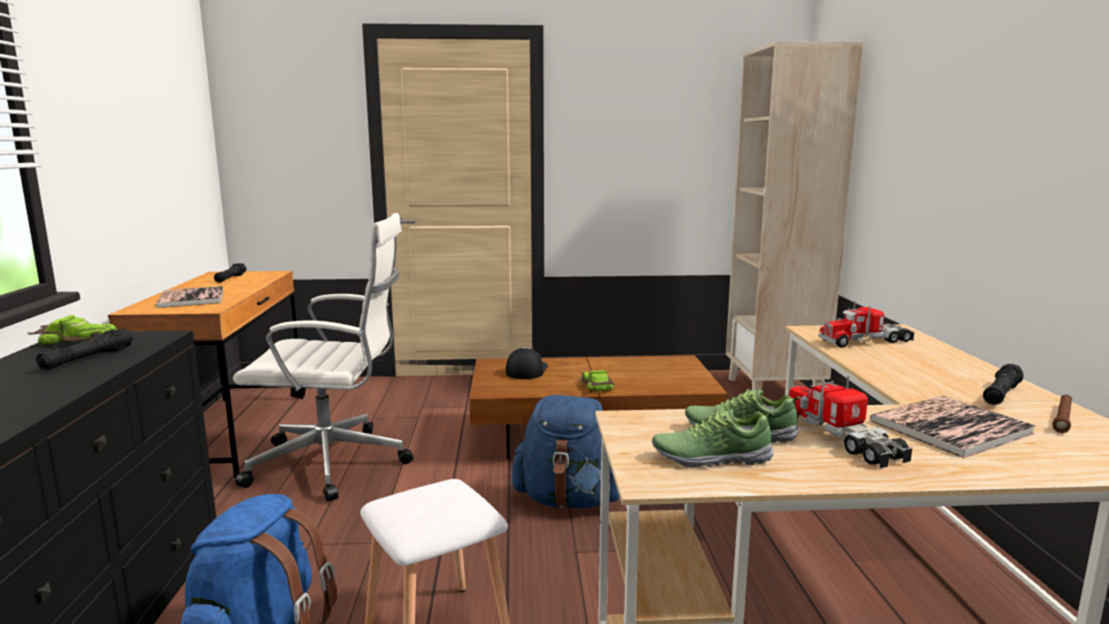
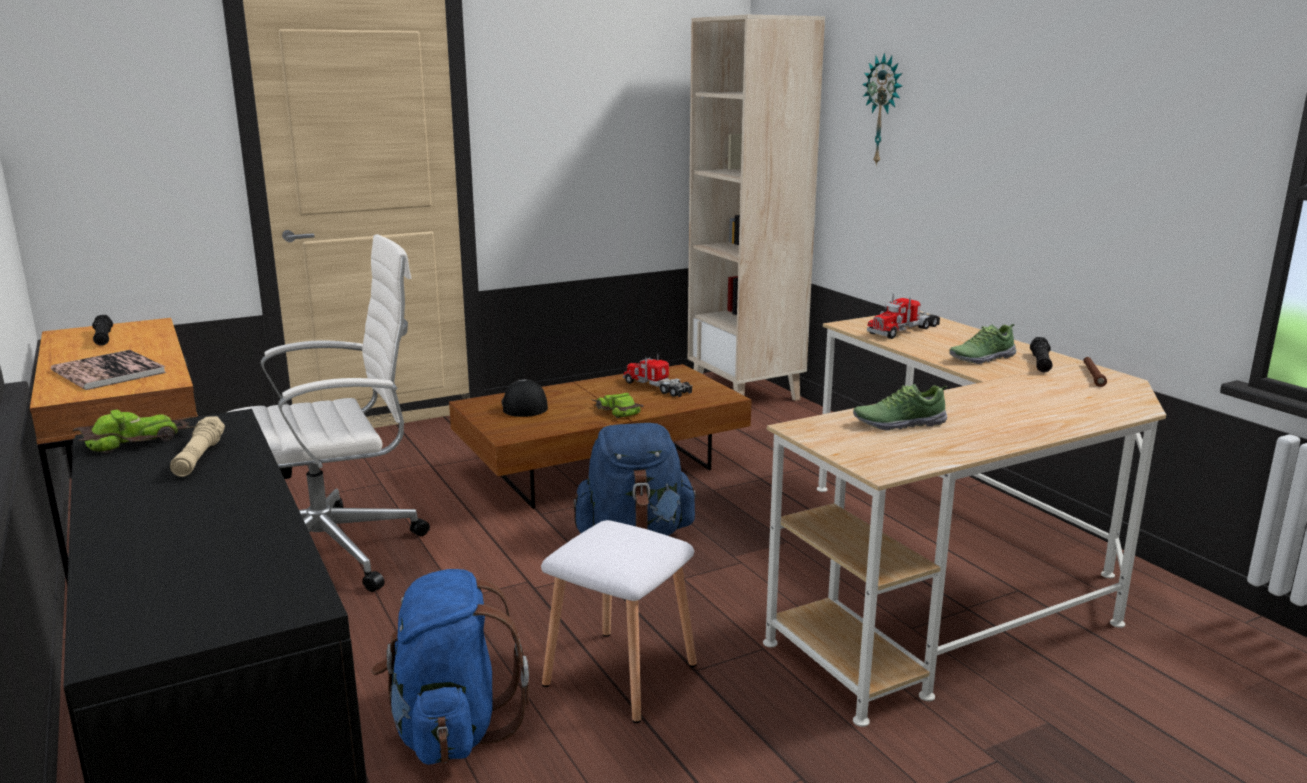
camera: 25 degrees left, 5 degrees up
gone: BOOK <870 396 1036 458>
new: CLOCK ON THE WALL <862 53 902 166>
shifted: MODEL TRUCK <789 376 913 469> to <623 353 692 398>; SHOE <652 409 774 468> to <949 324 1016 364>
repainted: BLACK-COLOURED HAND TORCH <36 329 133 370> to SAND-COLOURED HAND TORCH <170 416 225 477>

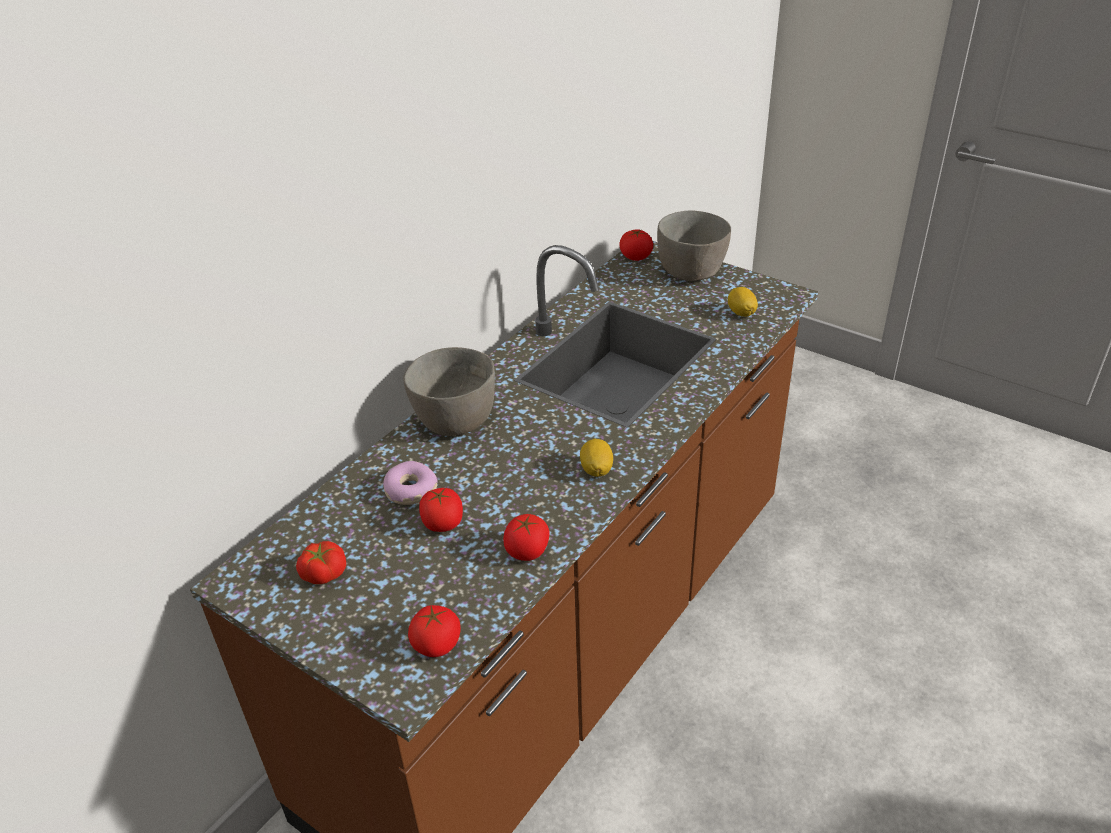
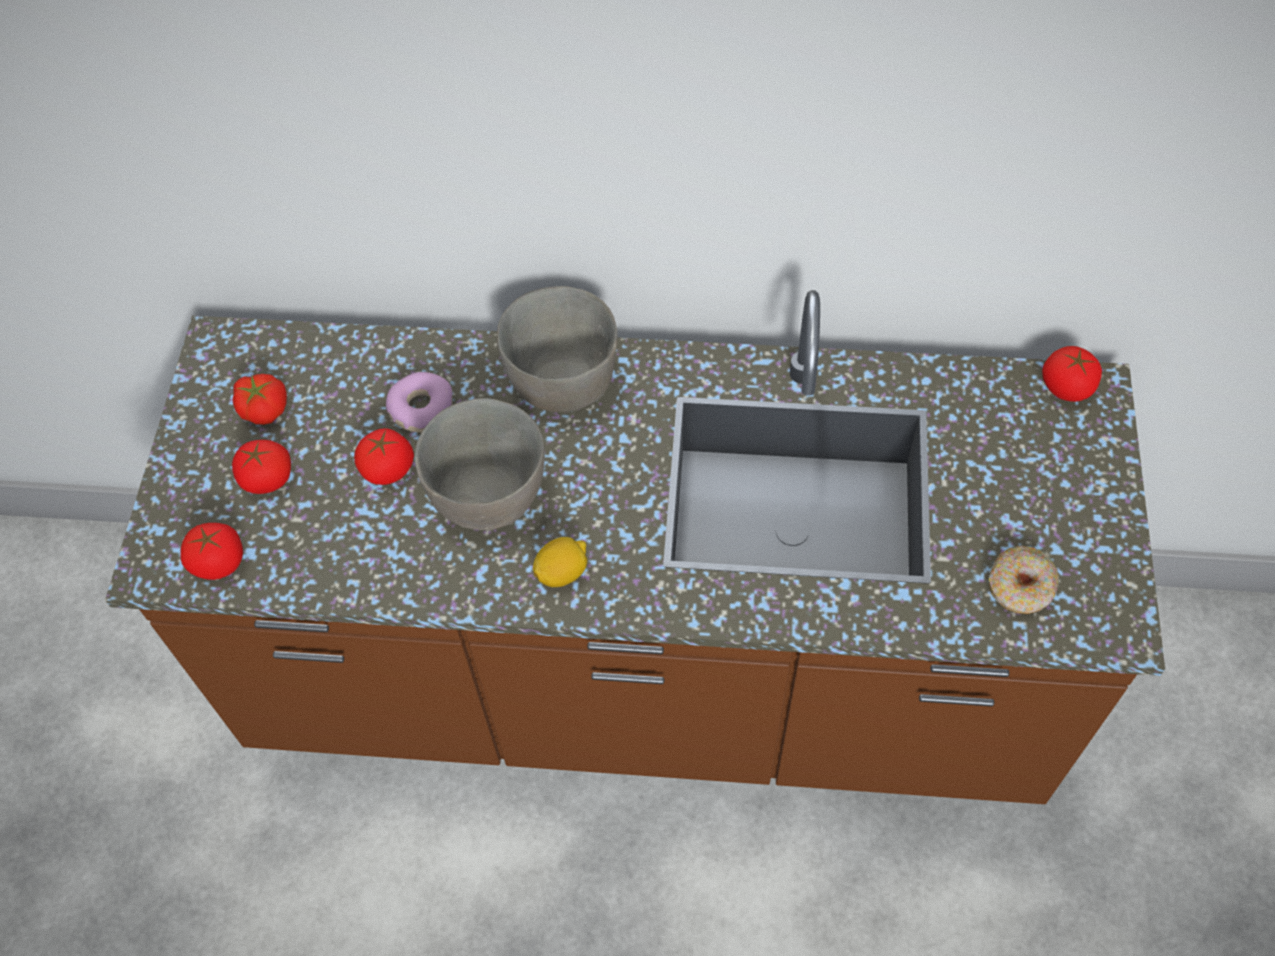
camera: 60 degrees right, 20 degrees up
shifted: FRESH TOMATO <503 514 550 561> to <232 440 291 494>; GREY SERVING BOWL <657 211 731 281> to <415 398 545 530>
swapped: LEMON <728 287 758 317> to DONUT <989 546 1059 614>

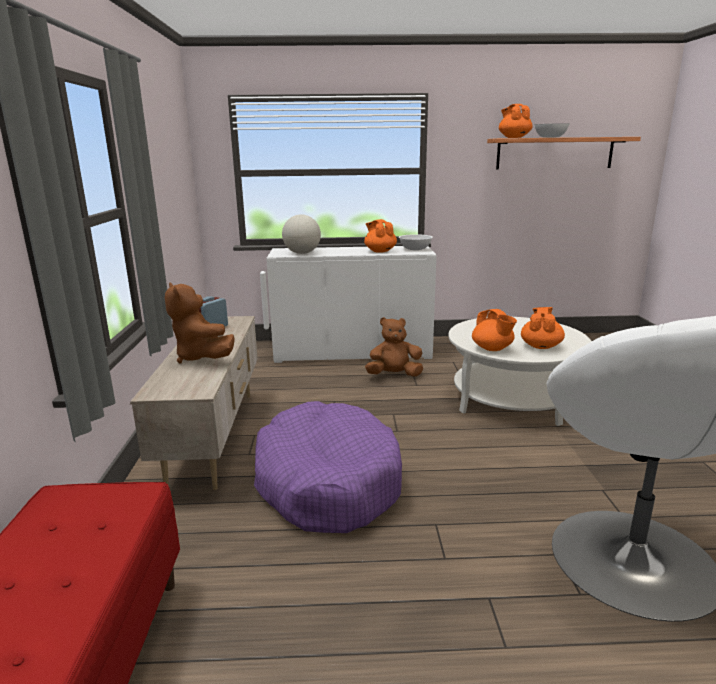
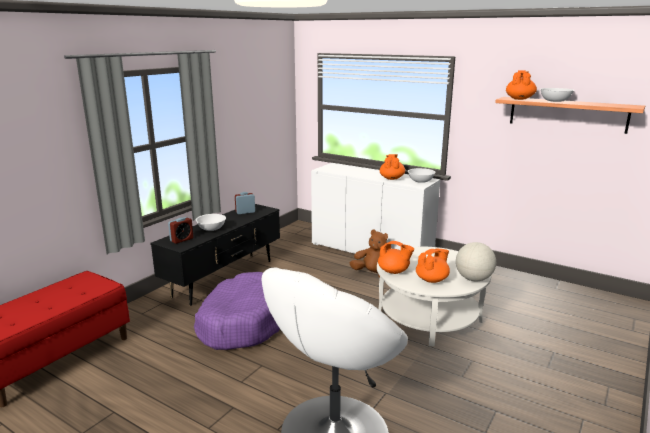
camera: 35 degrees right, 0 degrees up
new: ALARM CLOCK <168 217 193 244>
shifted: WORLD GLOBE <282 214 321 254> to <456 242 496 281>
swapped: BROWN-COLOURED SOFT TOY <165 282 235 363> to WHITE-COLOURED SERVING BOWL <196 214 226 231>
repainted: SAND-COLOURED TV STAND <130 316 258 490> to BLACK-COLOURED TV STAND <150 204 280 306>
rotated: ORANGE TEA POT <472 309 517 351> = <378 241 414 274> 75 degrees counterclockwise

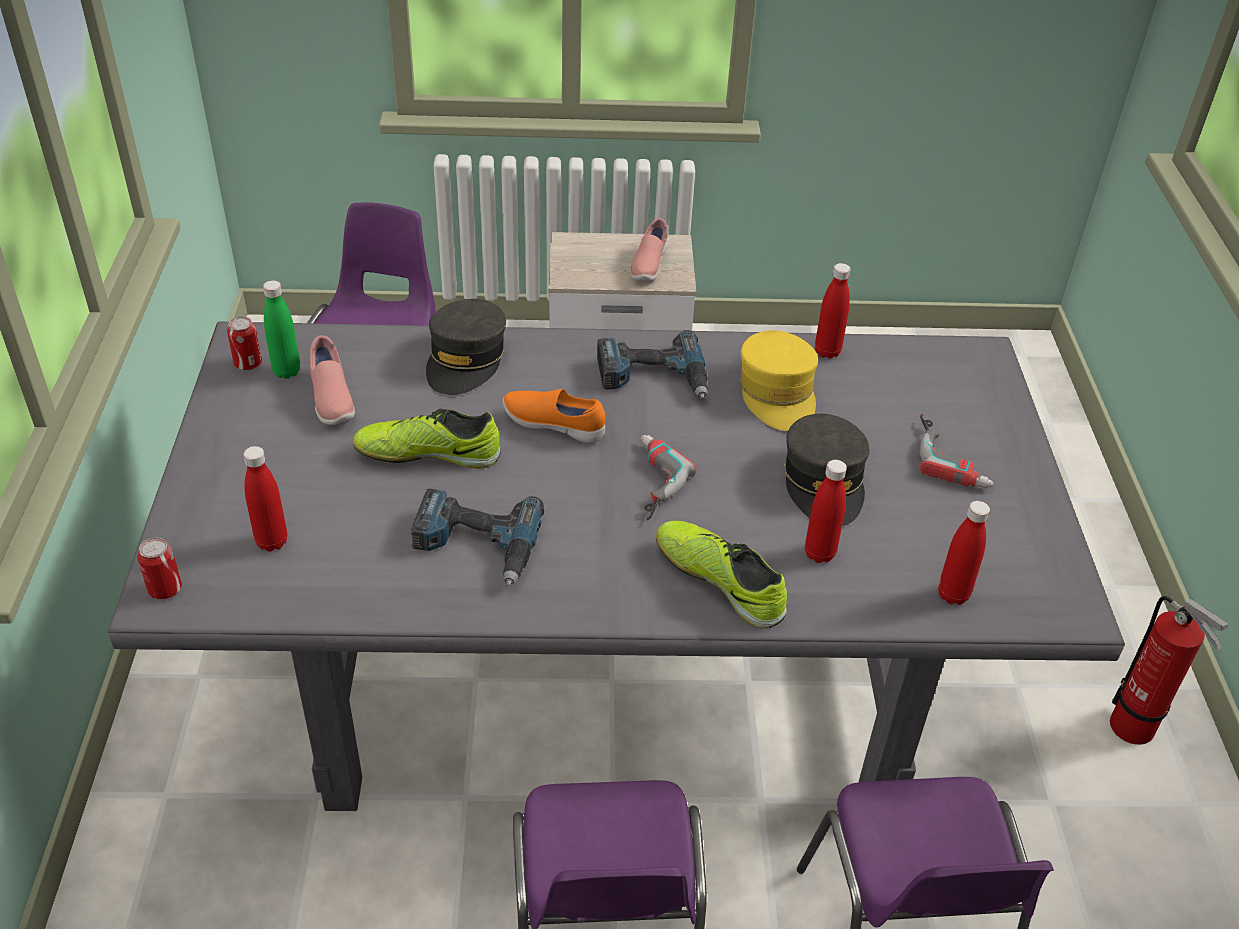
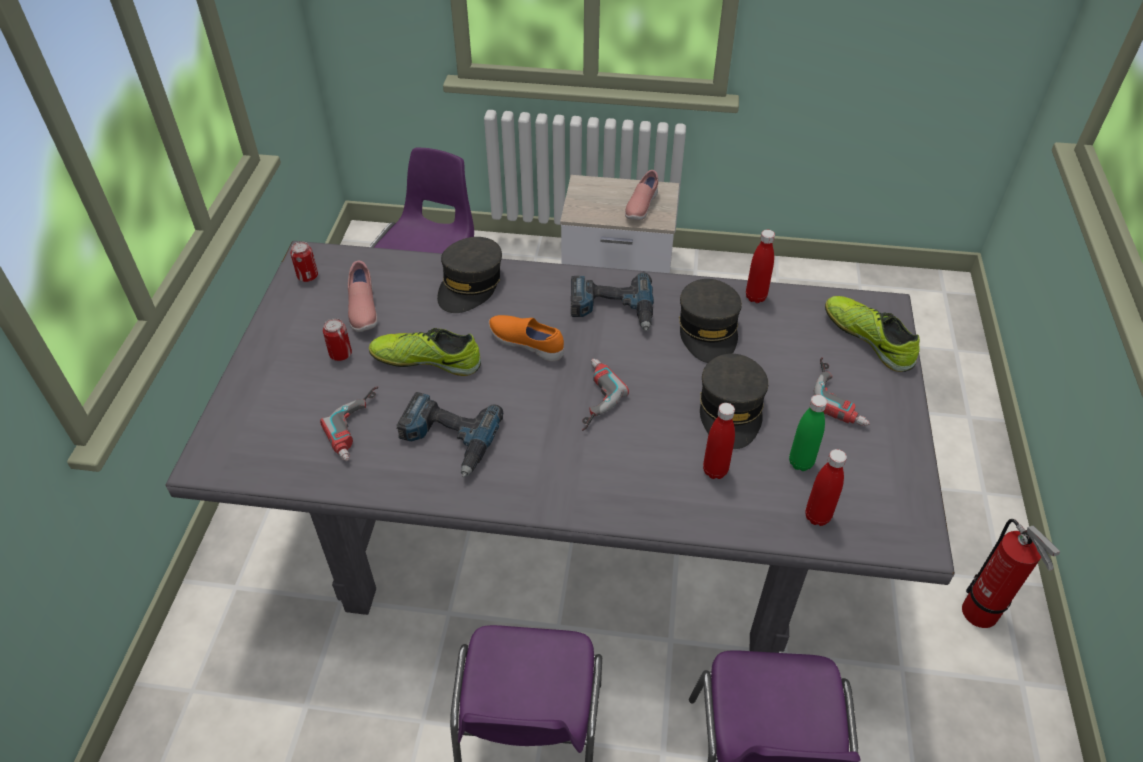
camera: 10 degrees right, 5 degrees up
gone: REDDISH BOTTLE <243 446 287 552>
new: POWER DRILL <320 387 378 461>
shifted: CAN <137 538 182 599> to <323 318 352 361>; GREEN BOTTLE <263 280 300 379> to <789 395 827 471>; SHOE <656 521 787 628> to <825 296 920 372>
repainted: YELLOW BASEBALL CAP <739 330 818 431> to GREY BASEBALL CAP <679 279 742 363>

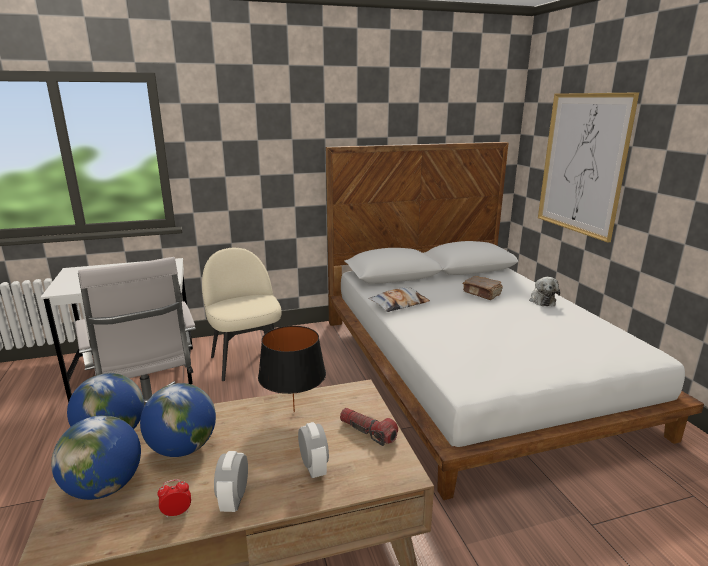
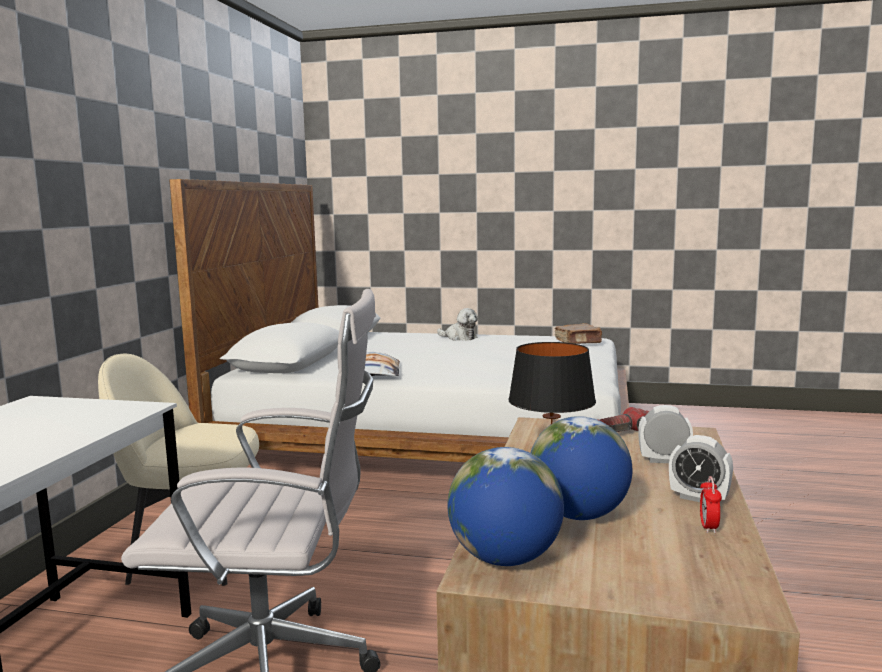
camera: 60 degrees left, 10 degrees down
gone: WORLD GLOBE <51 415 141 500>; WALL PICTURE <538 92 639 243>
shifted: BROWN-COLOURED BOOK <463 276 503 300> to <555 323 603 344>

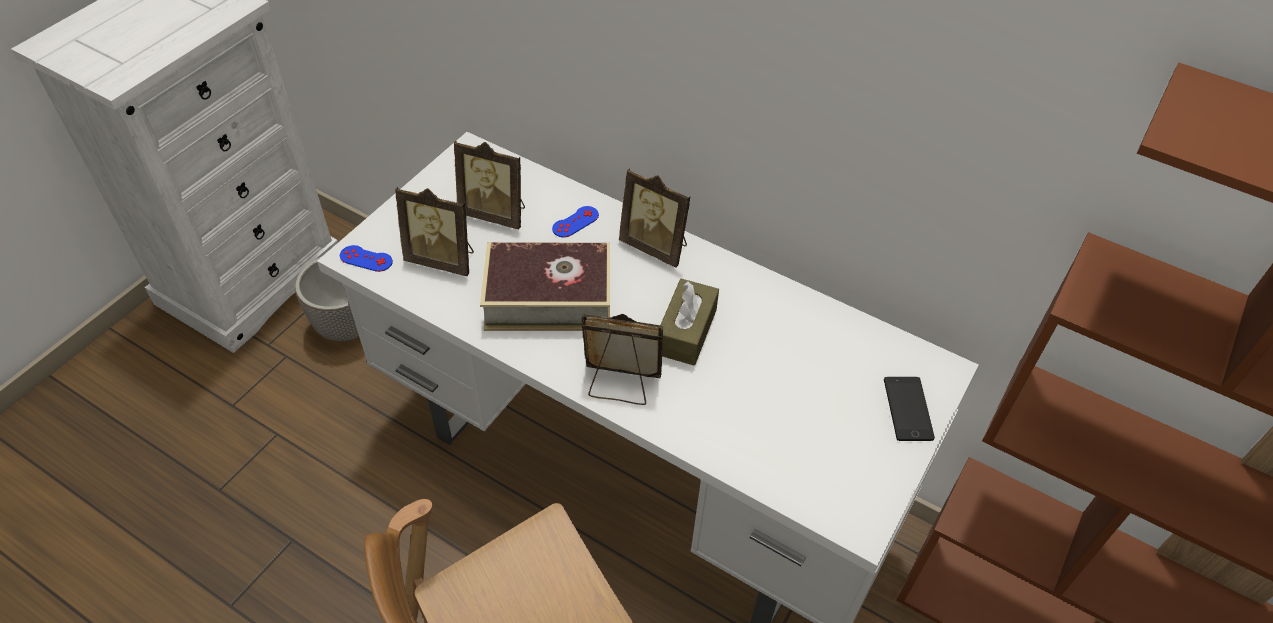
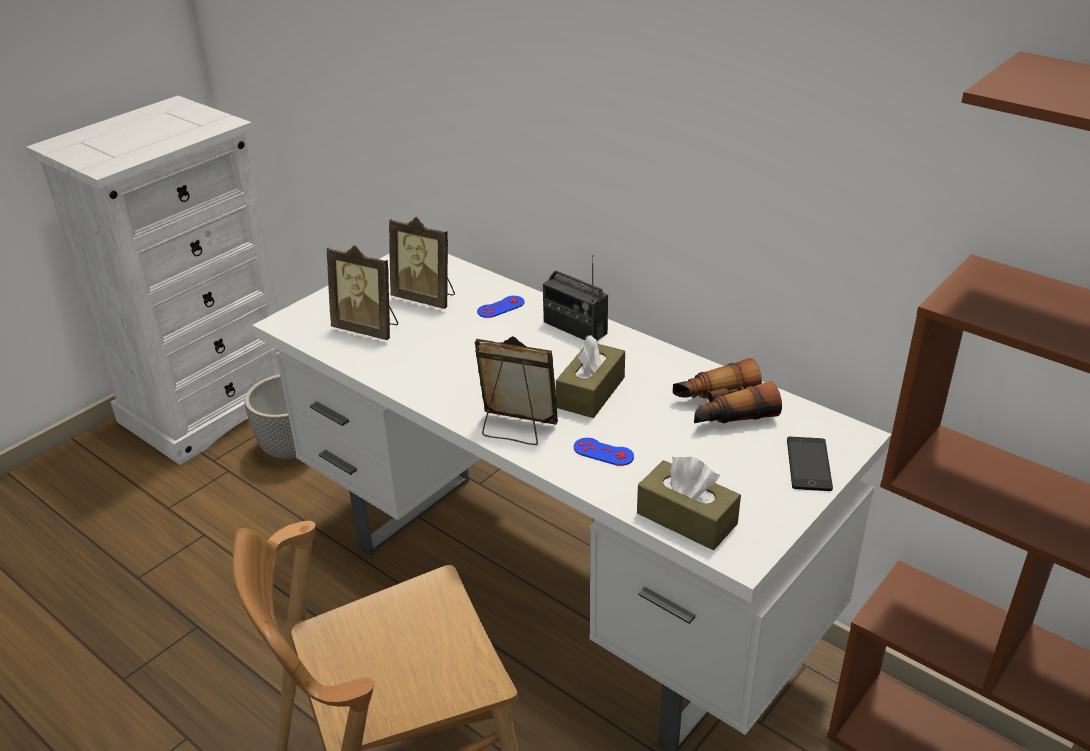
camera: 10 degrees right, 15 degrees down
gone: BOOK <480 242 610 331>
new: BROWN-COLOURED TISSUE HOLDER <637 456 741 550>; BINOCULARS <673 358 782 423>
shifted: BLUE JOYPAD <340 245 393 272> to <574 438 634 466>
swapped: STANDING FRAME <619 168 691 267> to RADIO SET <543 255 608 341>

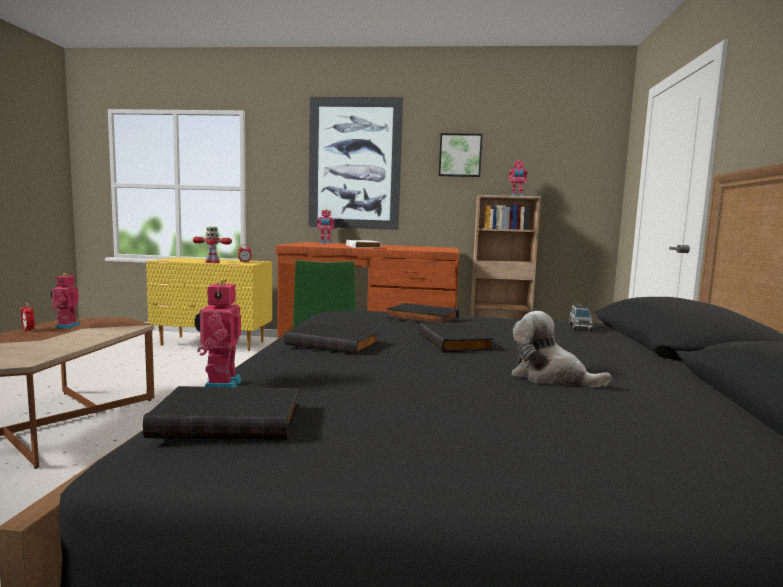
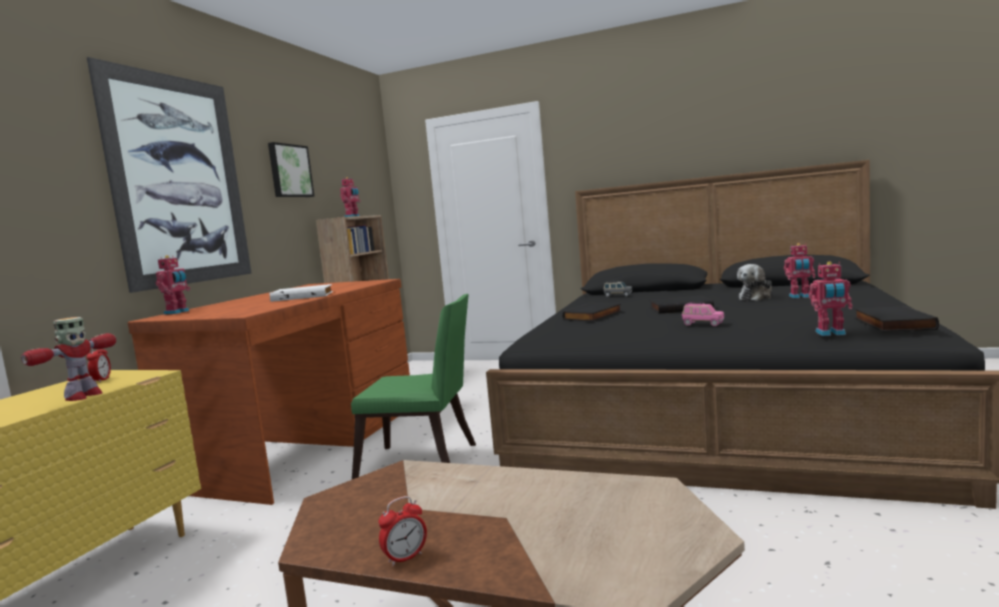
camera: 75 degrees left, 0 degrees up
shifted: MODEL ROBOT <50 273 80 328> to <784 243 815 298>
swapped: BLACK-COLOURED BOOK <284 323 380 355> to PINKISH TOY CAR <682 303 724 326>

